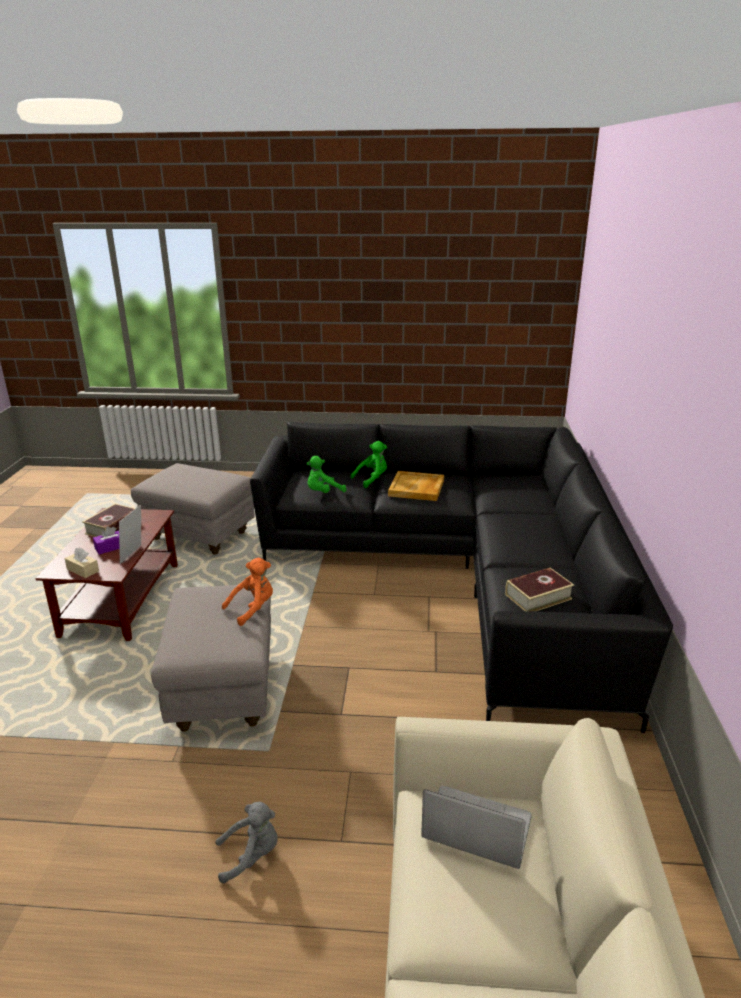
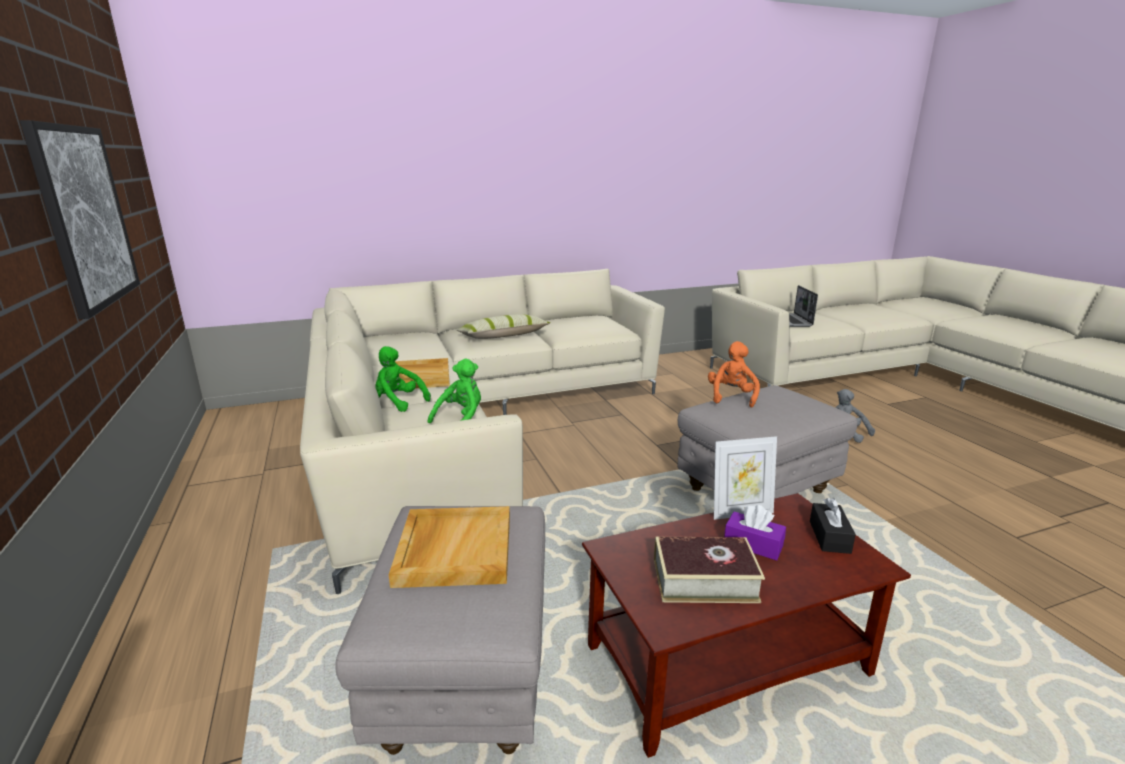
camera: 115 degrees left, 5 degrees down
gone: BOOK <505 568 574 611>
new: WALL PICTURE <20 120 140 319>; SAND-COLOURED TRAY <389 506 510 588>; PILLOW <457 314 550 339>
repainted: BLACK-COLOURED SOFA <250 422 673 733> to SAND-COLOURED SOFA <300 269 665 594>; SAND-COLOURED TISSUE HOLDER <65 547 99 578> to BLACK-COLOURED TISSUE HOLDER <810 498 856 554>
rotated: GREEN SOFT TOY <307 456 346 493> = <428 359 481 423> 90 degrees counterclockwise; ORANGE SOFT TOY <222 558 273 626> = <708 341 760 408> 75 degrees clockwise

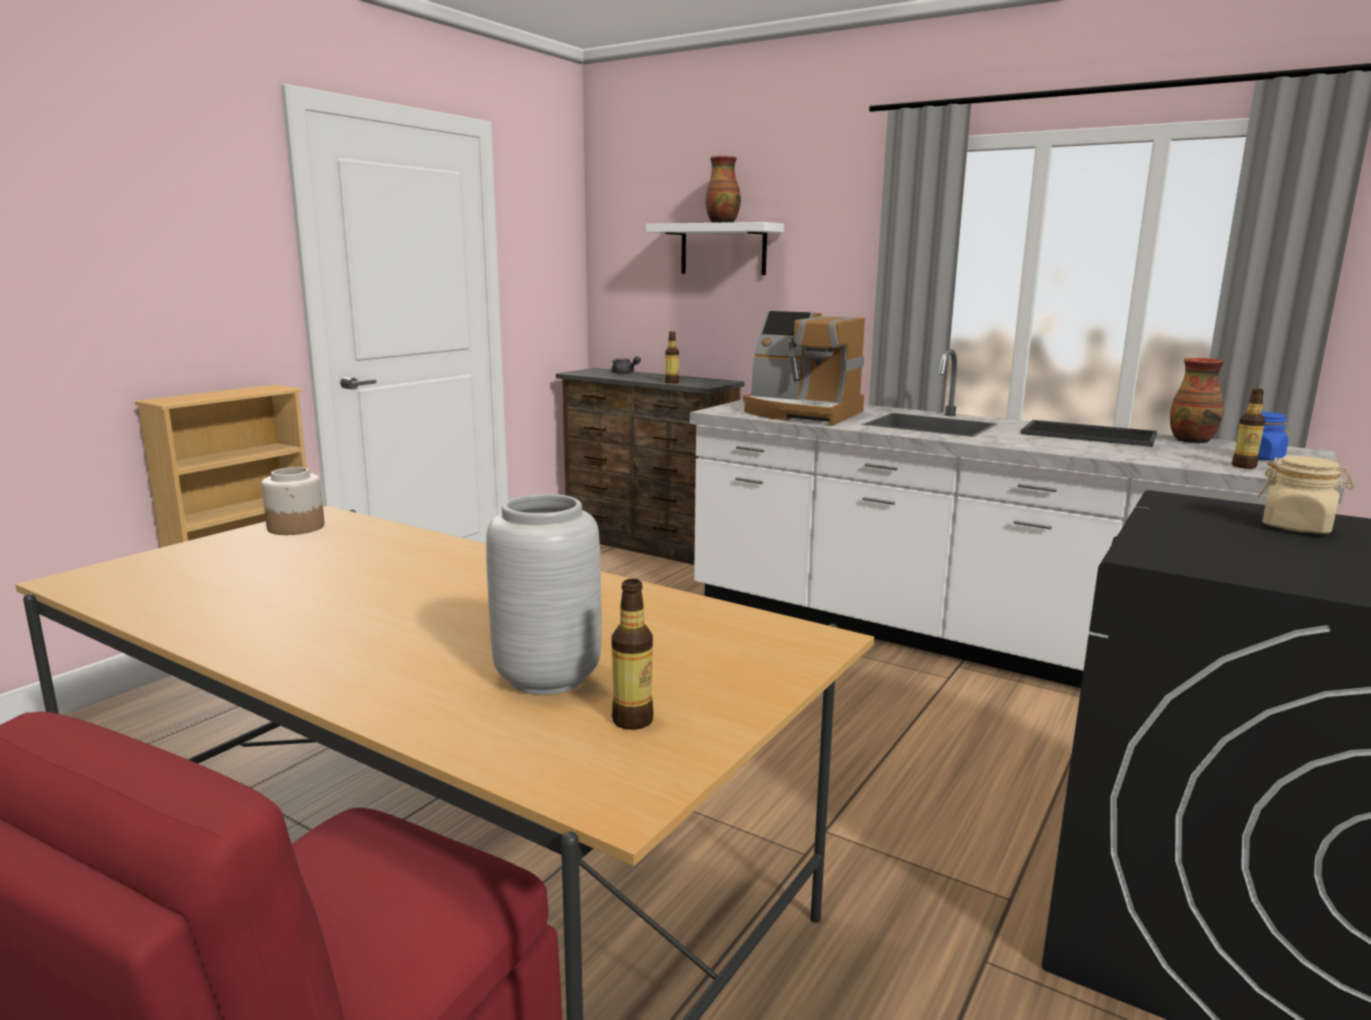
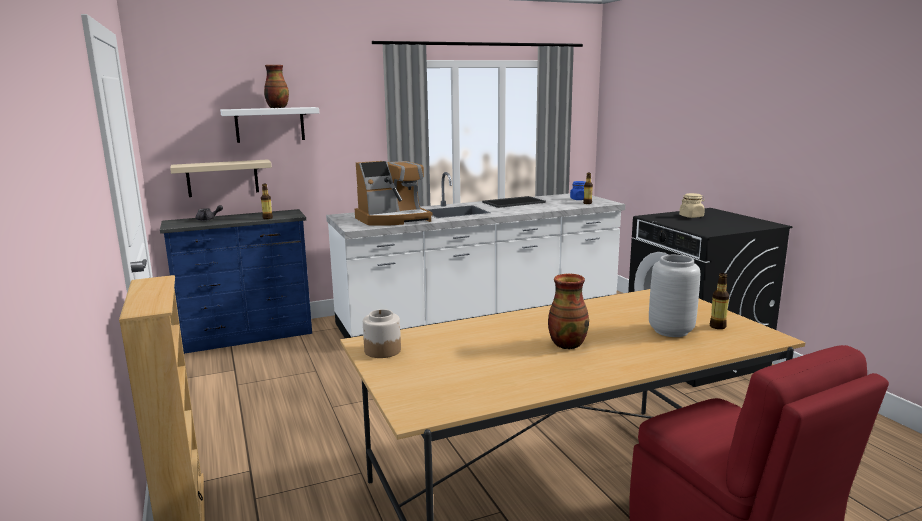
camera: 55 degrees left, 0 degrees up
new: SAND-COLOURED SHELF <170 159 272 197>
shifted: VASE <1170 358 1224 444> to <548 273 589 349>
repainted: BROWN-COLOURED CHEST OF DRAWERS <556 368 744 565> to BLUE CHEST OF DRAWERS <160 209 312 354>

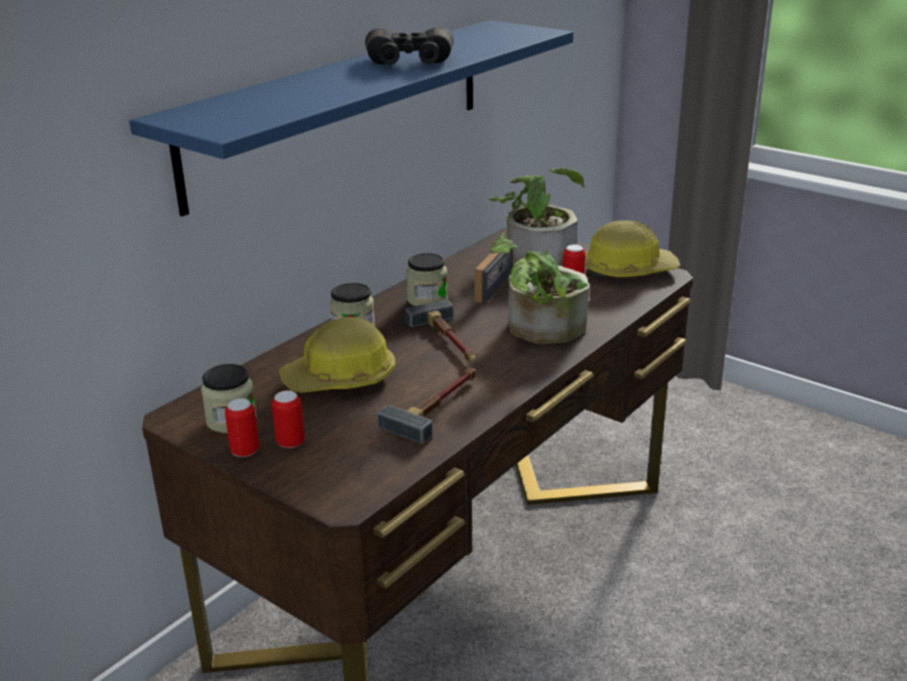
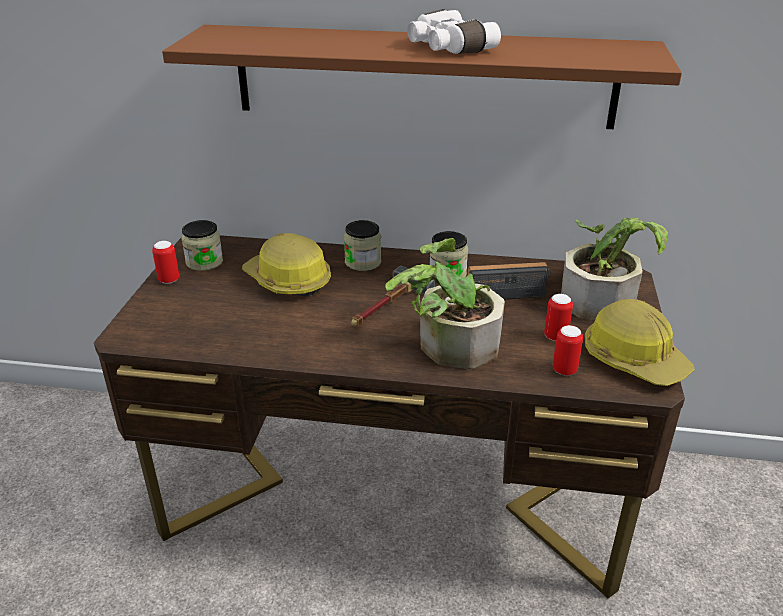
camera: 60 degrees right, 5 degrees up
gone: TOOL HAMMER <377 368 476 444>
shifted: CAN <272 391 305 448> to <553 325 583 376>
repainted: BLUE SHELF <129 20 573 216> to BROWN-COLOURED SHELF <162 25 682 129>; BLACK-COLOURED BINOCULARS <365 27 454 65> to WHITE-COLOURED BINOCULARS <407 9 501 54>

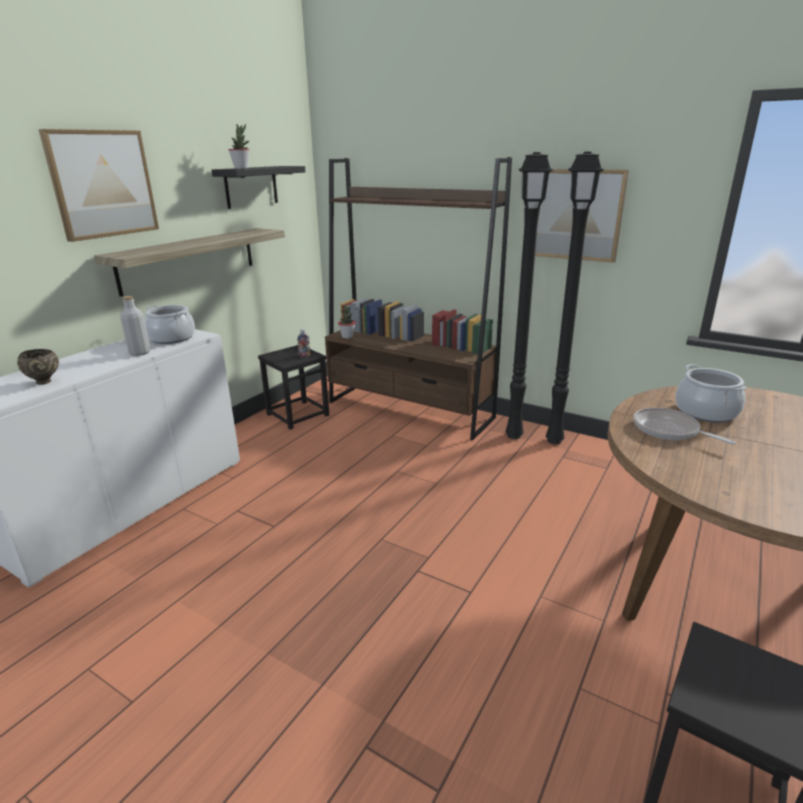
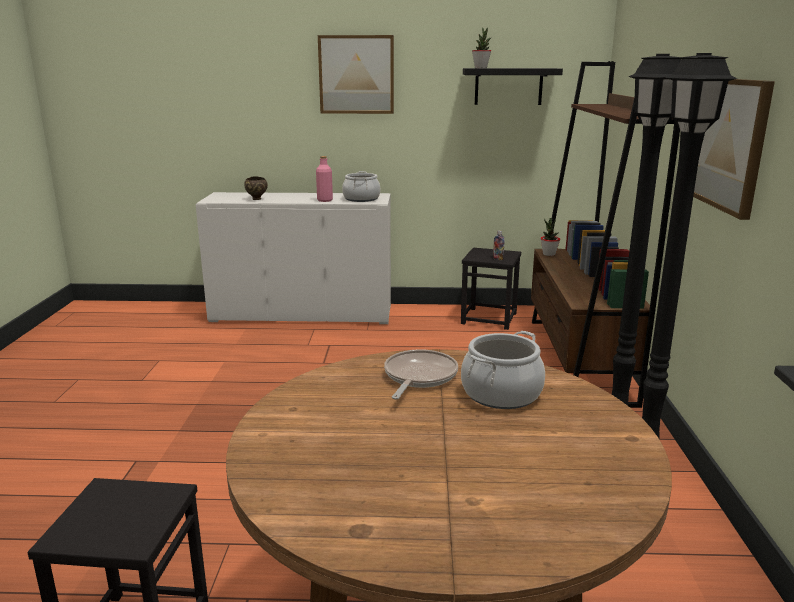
camera: 60 degrees right, 5 degrees down
gone: SHELF <94 228 285 297>
repainted: GREY BOTTLE <120 296 151 356> to PINKISH BOTTLE <316 156 333 202>

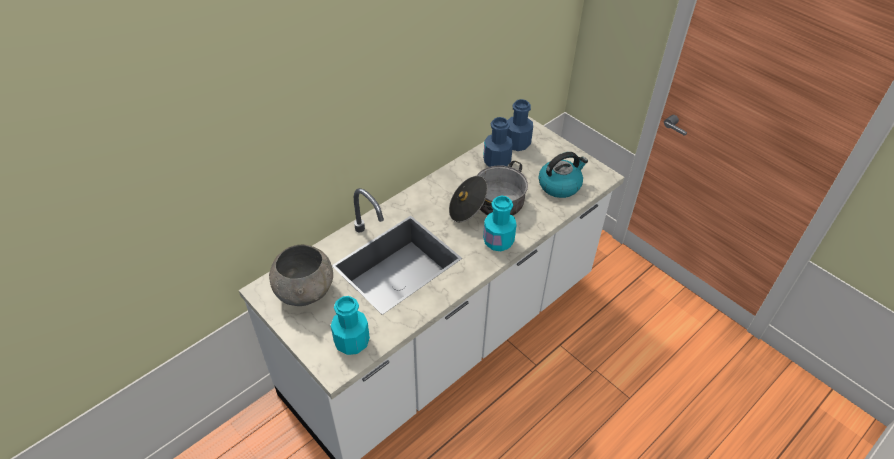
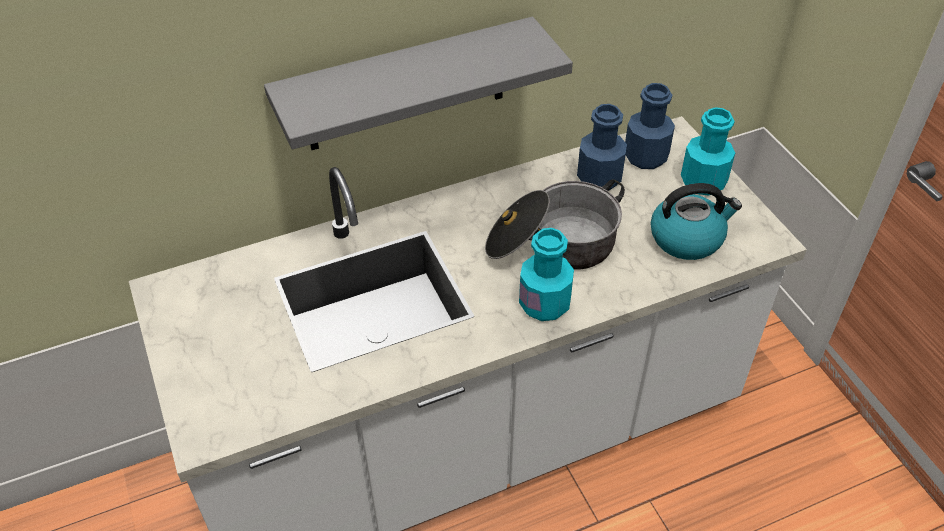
camera: 20 degrees right, 0 degrees up
gone: GREY SERVING BOWL <269 245 333 306>
new: GREY SHELF <264 17 573 150>
shifted: BLUE-GREEN BOTTLE <331 296 370 355> to <681 107 735 196>

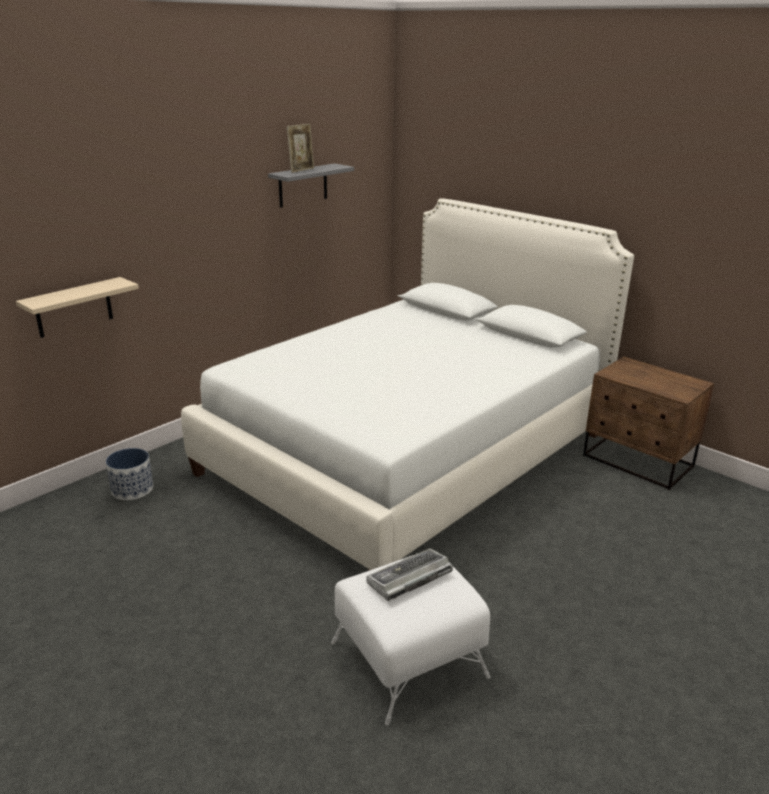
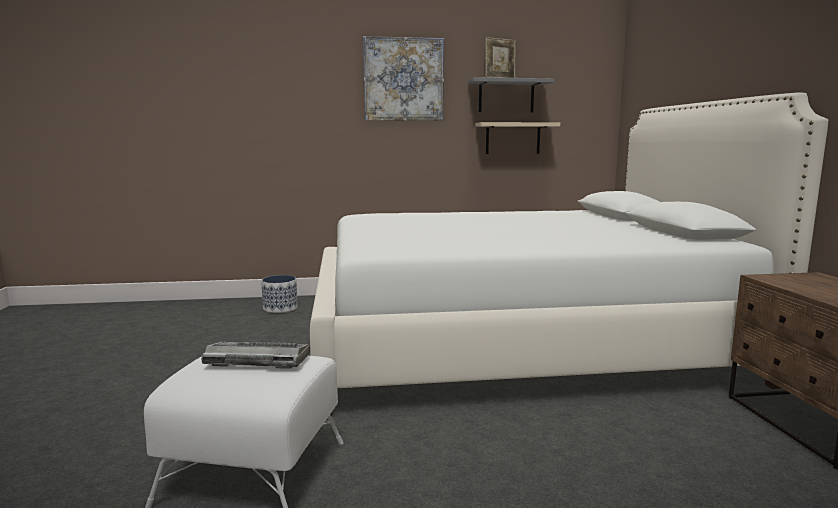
camera: 40 degrees right, 15 degrees down
new: WALL PICTURE <363 36 444 121>
shifted: SAND-COLOURED SHELF <16 277 139 338> to <475 122 560 154>

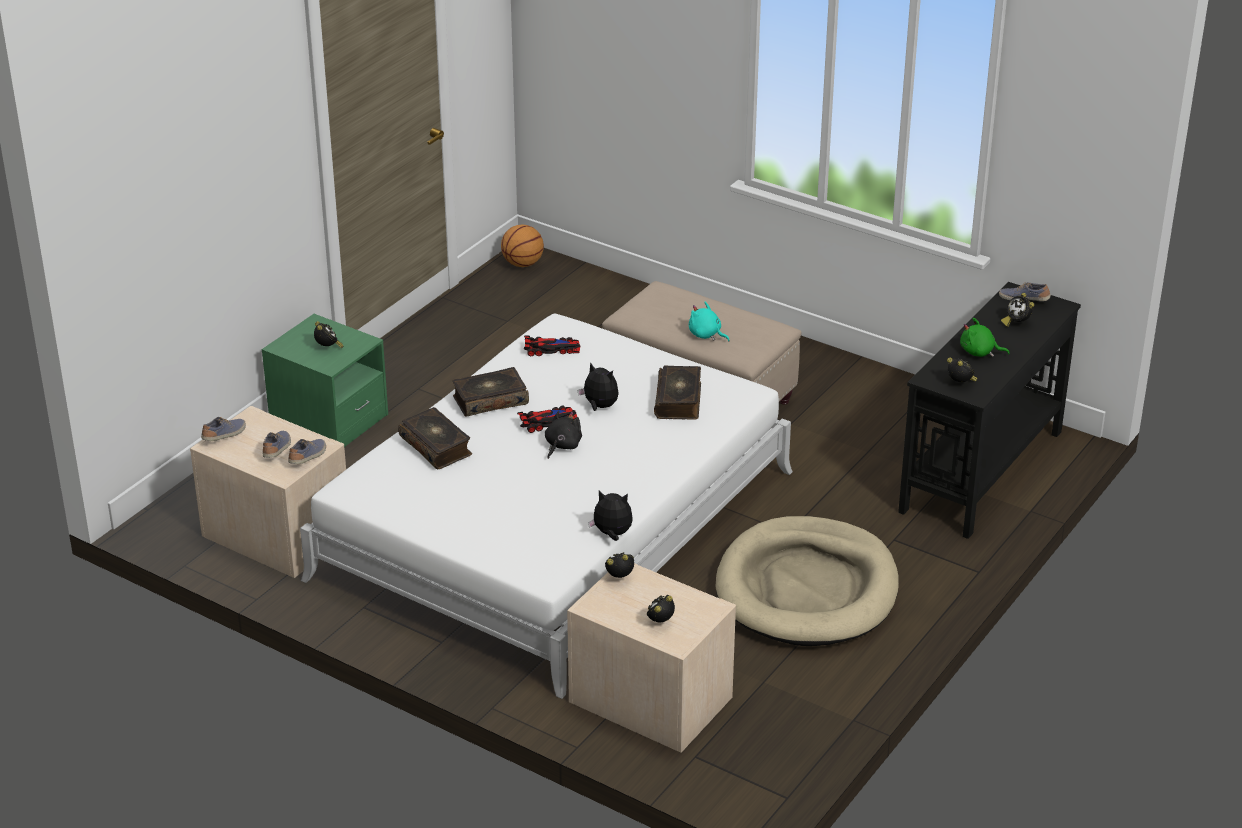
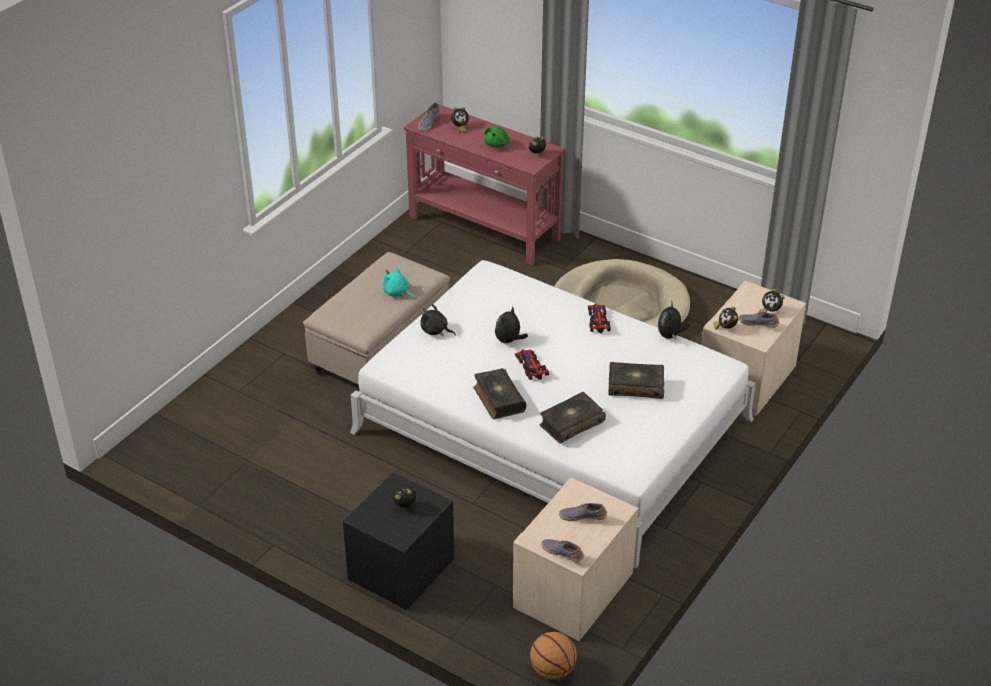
camera: 90 degrees left, 5 degrees up
shifted: BLACK-COLOURED SOFT TOY <545 411 582 459> to <420 304 456 336>; BASKETBALL <501 224 544 267> to <530 632 577 680>; TOY CAR <524 335 581 356> to <588 303 611 334>; BOOK <654 366 701 420> to <609 362 664 399>; SHOE <288 439 326 464> to <738 312 779 328>
repainted: GREEN BEDSIDE TABLE <262 314 388 447> to BLACK-COLOURED BEDSIDE TABLE <343 472 454 610>; BLACK-COLOURED CONSOLE TABLE <898 282 1081 539> to REDDISH CONSOLE TABLE <404 104 565 265>
rotated: BLUE-GREEN SOFT TOY <689 302 730 341> = <383 267 414 299> 90 degrees clockwise

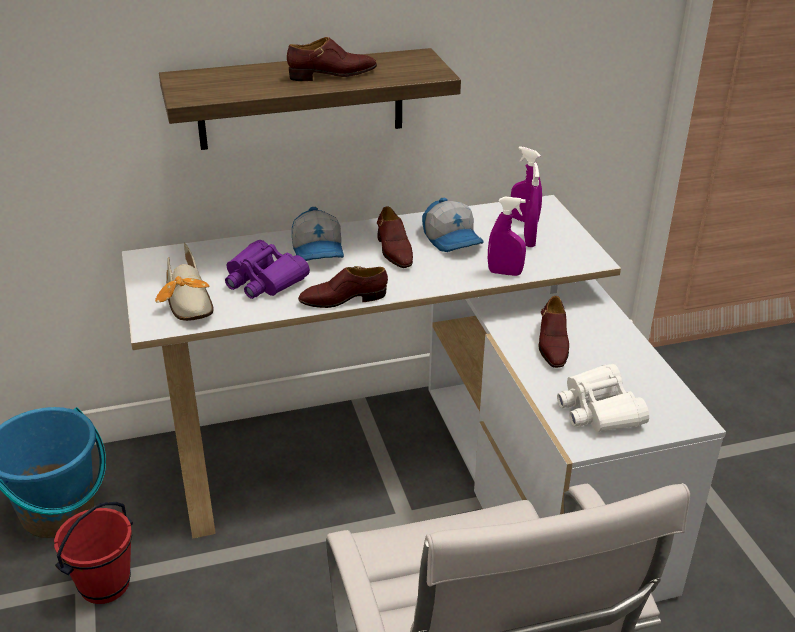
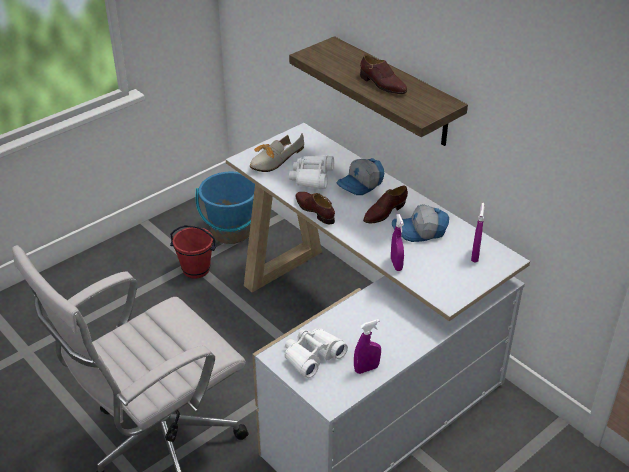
camera: 65 degrees right, 5 degrees up
gone: BROWN-COLOURED SHOE <539 296 569 368>
shifted: PURPLISH SPRAY BOTTLE <524 162 539 247> to <354 319 381 374>
repainted: PURPLISH BINOCULARS <225 240 310 299> to WHITE-COLOURED BINOCULARS <289 155 334 189>
rotated: BASEBALL CAP <422 198 484 252> = <392 204 449 242> 45 degrees clockwise

